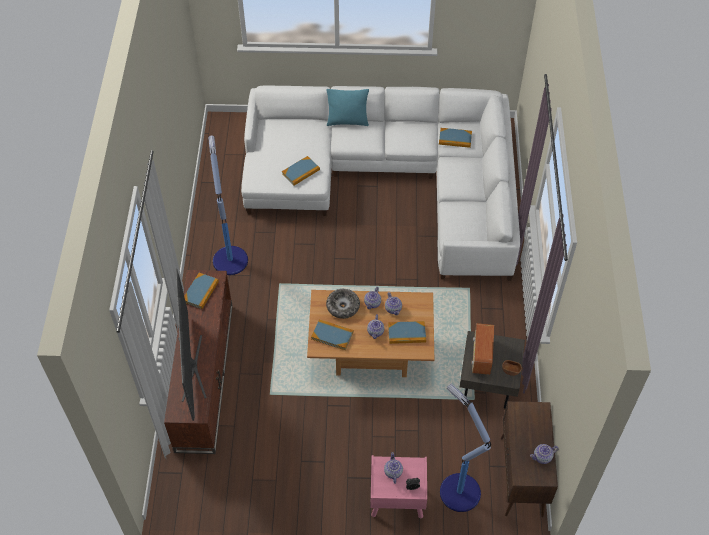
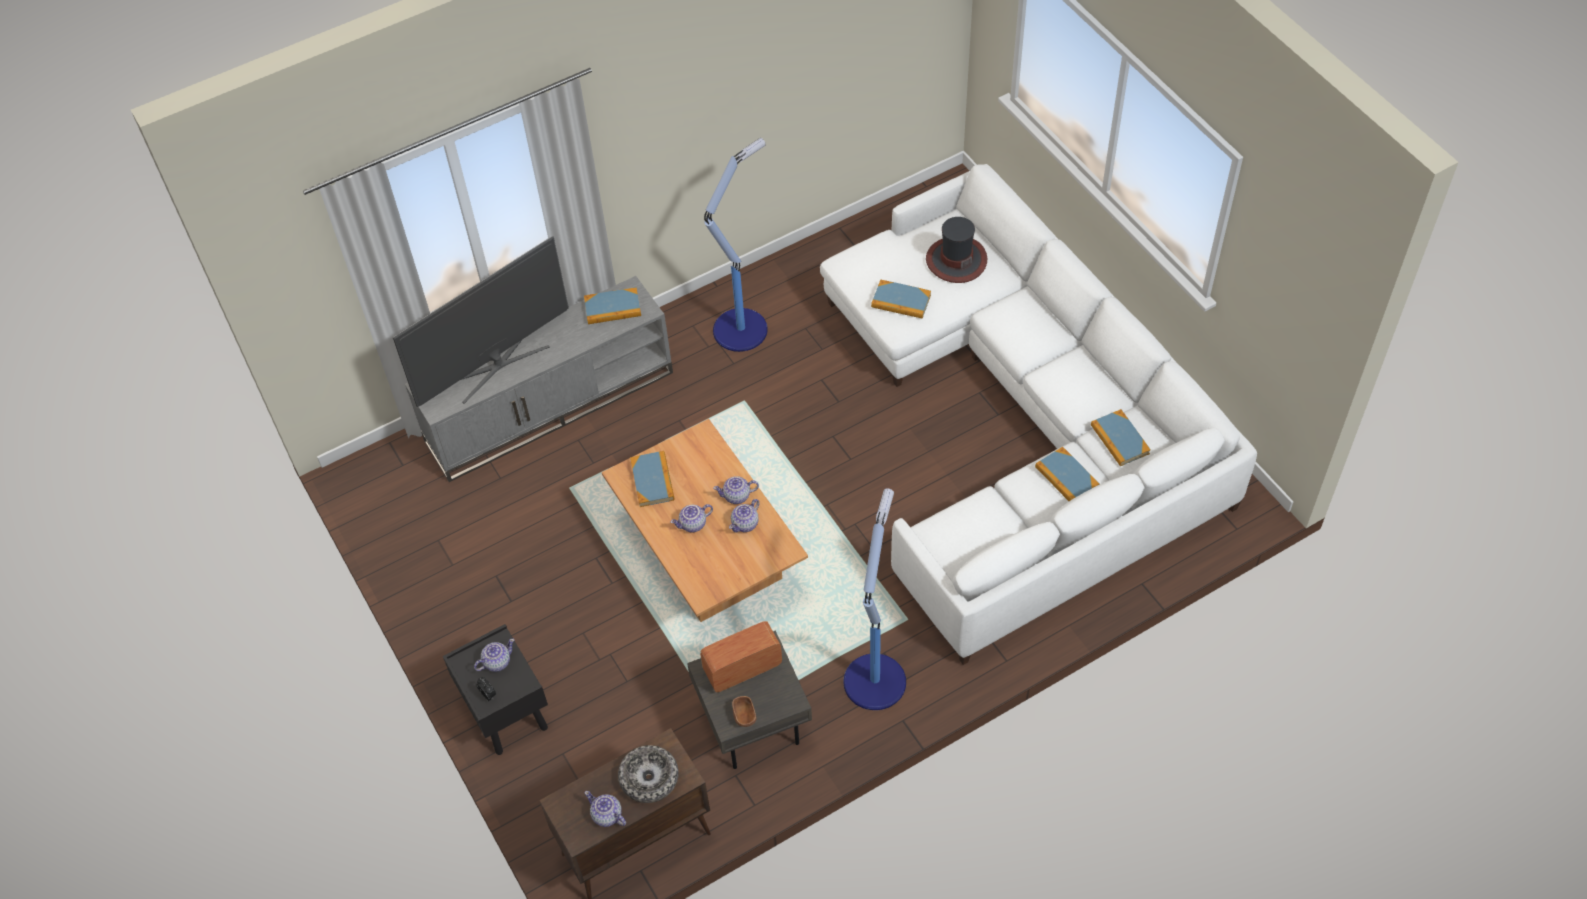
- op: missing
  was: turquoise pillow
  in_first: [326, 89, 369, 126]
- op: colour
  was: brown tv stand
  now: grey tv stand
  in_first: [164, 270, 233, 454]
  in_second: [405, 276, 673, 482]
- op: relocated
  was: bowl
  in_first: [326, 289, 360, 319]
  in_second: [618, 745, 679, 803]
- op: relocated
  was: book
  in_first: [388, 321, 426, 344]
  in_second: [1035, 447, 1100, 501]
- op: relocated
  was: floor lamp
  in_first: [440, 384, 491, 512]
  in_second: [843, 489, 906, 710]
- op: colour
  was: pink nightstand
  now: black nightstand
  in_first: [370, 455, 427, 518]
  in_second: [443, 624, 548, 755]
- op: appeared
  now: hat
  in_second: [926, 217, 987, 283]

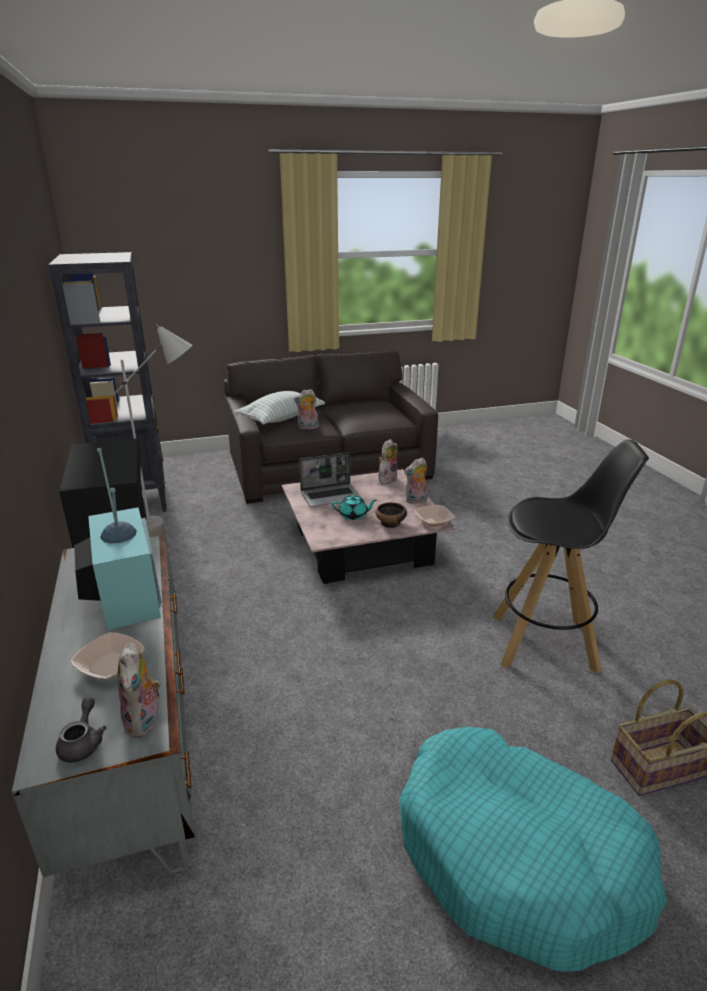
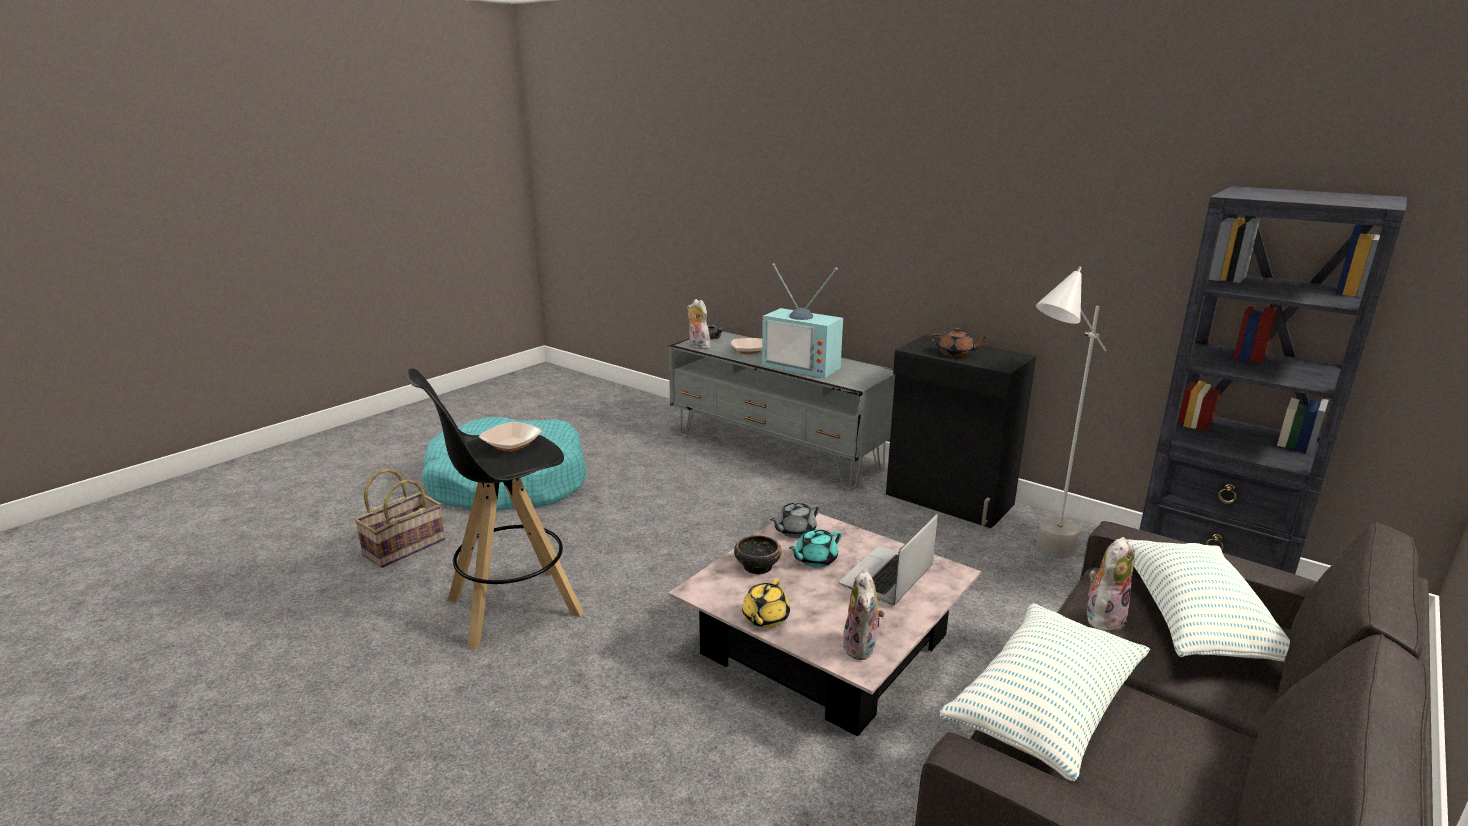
- op: exchanged
  was: plush toy
  now: yellow teapot
  in_first: [404, 458, 428, 504]
  in_second: [742, 579, 790, 628]
- op: relocated
  was: bowl
  in_first: [415, 505, 455, 526]
  in_second: [479, 422, 542, 452]
- op: appeared
  now: brown teapot
  in_second: [931, 328, 987, 357]
- op: appeared
  now: grey teapot
  in_second: [770, 503, 820, 538]
- op: appeared
  now: pillow
  in_second: [940, 603, 1150, 782]

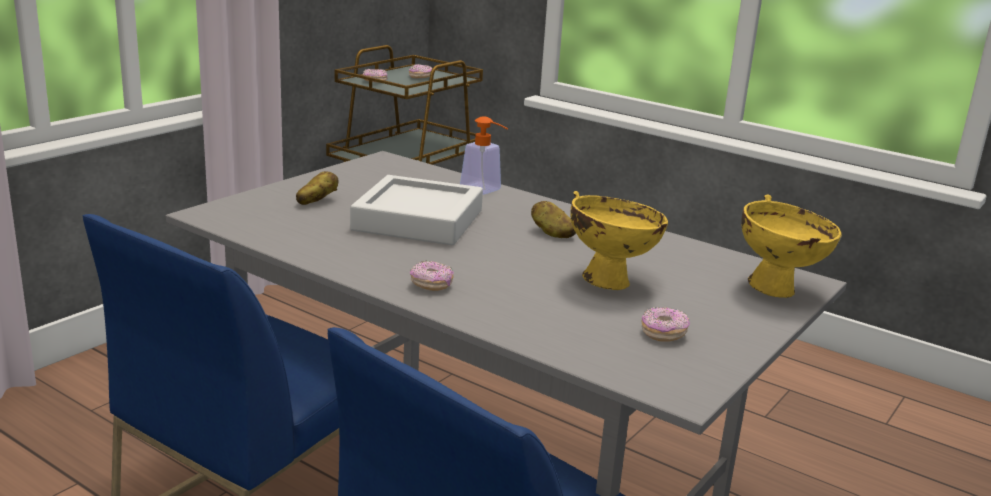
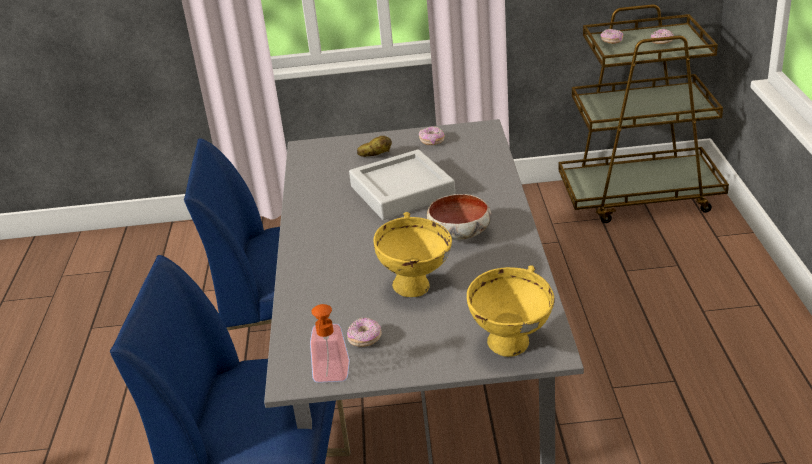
- op: relocated
  was: soap dispenser
  in_first: [460, 116, 508, 195]
  in_second: [310, 304, 350, 383]
- op: exchanged
  was: potato
  now: bowl
  in_first: [531, 201, 576, 238]
  in_second: [427, 194, 492, 240]
- op: relocated
  was: donut
  in_first: [410, 260, 454, 291]
  in_second: [419, 126, 445, 145]

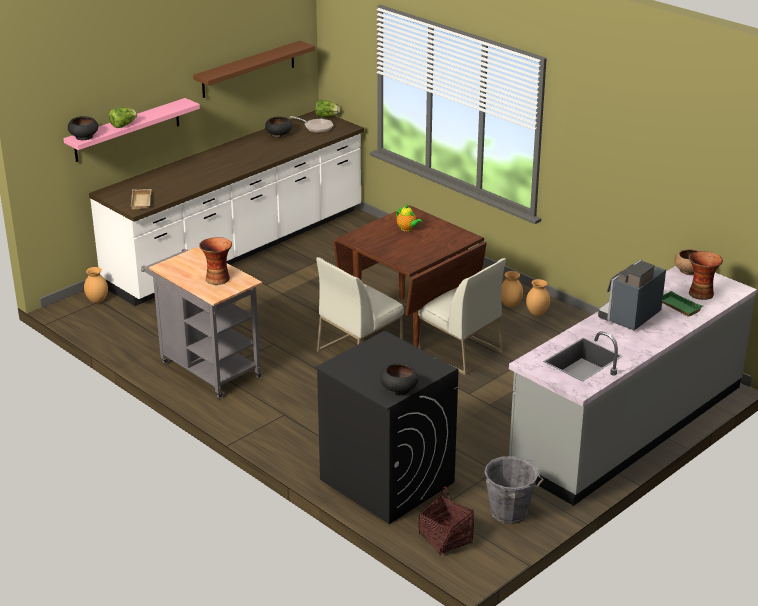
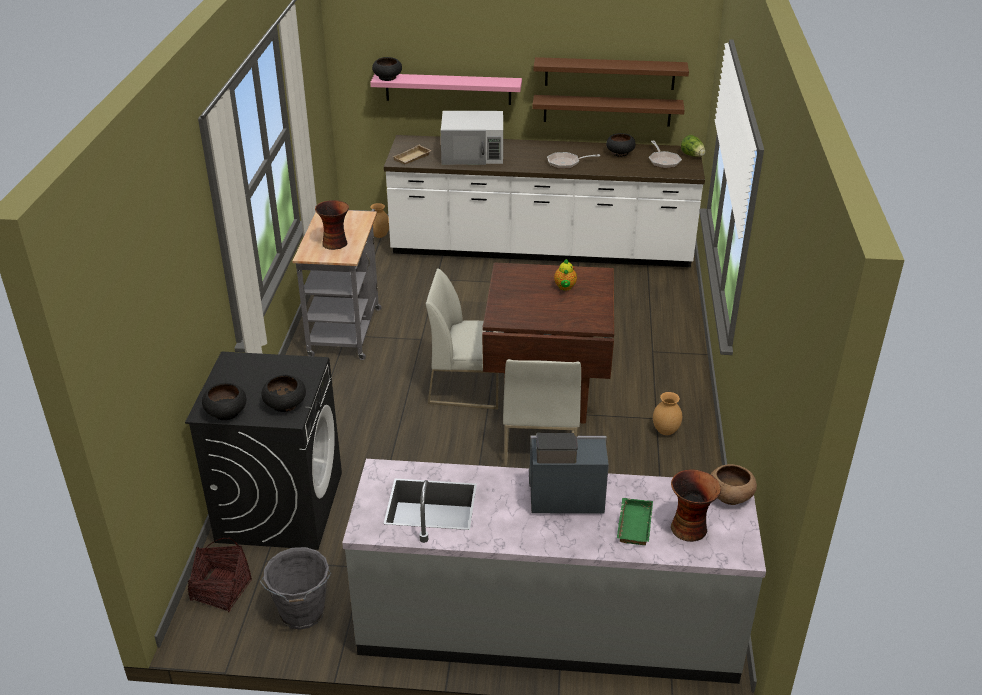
- op: missing
  was: lettuce
  in_first: [109, 108, 137, 128]
- op: missing
  was: brown vase
  in_first: [526, 279, 550, 316]
- op: appeared
  now: brown shelf
  in_second: [532, 95, 685, 127]
- op: appeared
  now: white microwave
  in_second: [441, 111, 503, 165]
- op: appeared
  now: frying pan
  in_second: [547, 152, 600, 169]
- op: appeared
  now: black bowl
  in_second: [261, 375, 306, 412]

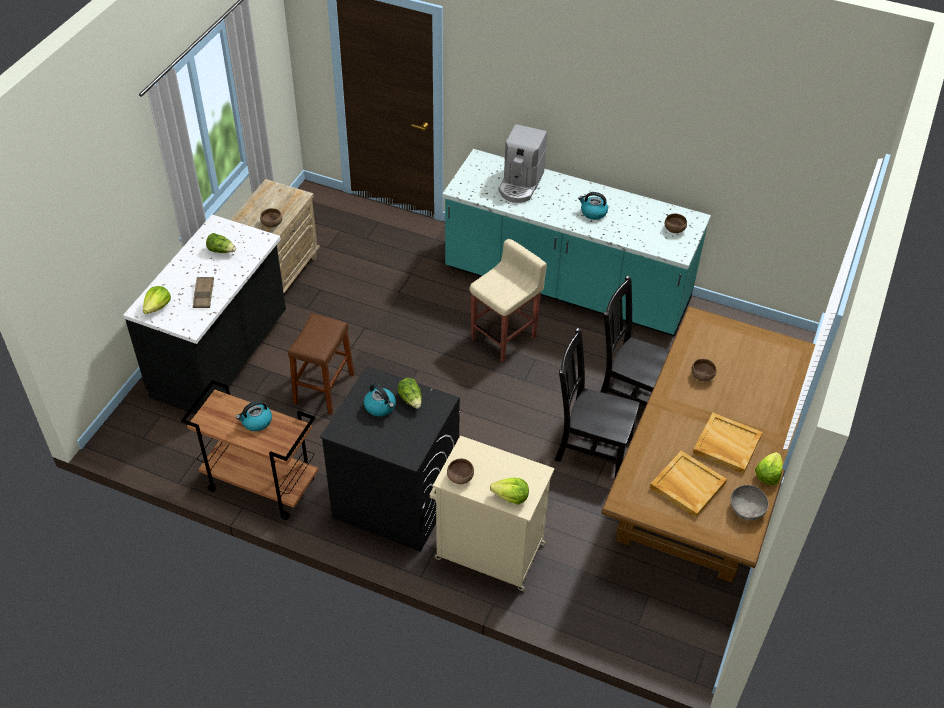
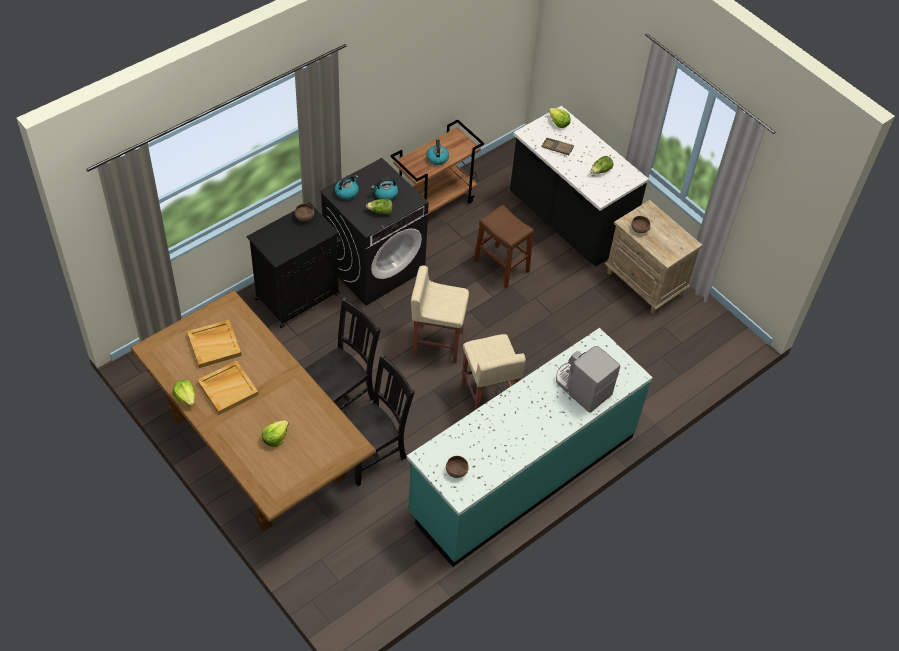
- op: relocated
  was: kettle
  in_first: [578, 192, 608, 220]
  in_second: [335, 175, 359, 200]
- op: missing
  was: brown bowl
  in_first: [691, 359, 716, 381]
- op: colour
  was: beige cabinet
  now: black cabinet
  in_first: [430, 435, 555, 591]
  in_second: [247, 202, 341, 328]
- op: relocated
  was: lettuce
  in_first: [490, 478, 529, 505]
  in_second: [261, 420, 289, 447]
- op: missing
  was: grey bowl
  in_first: [731, 485, 769, 521]
- op: appeared
  now: beige stool
  in_second: [411, 266, 469, 363]

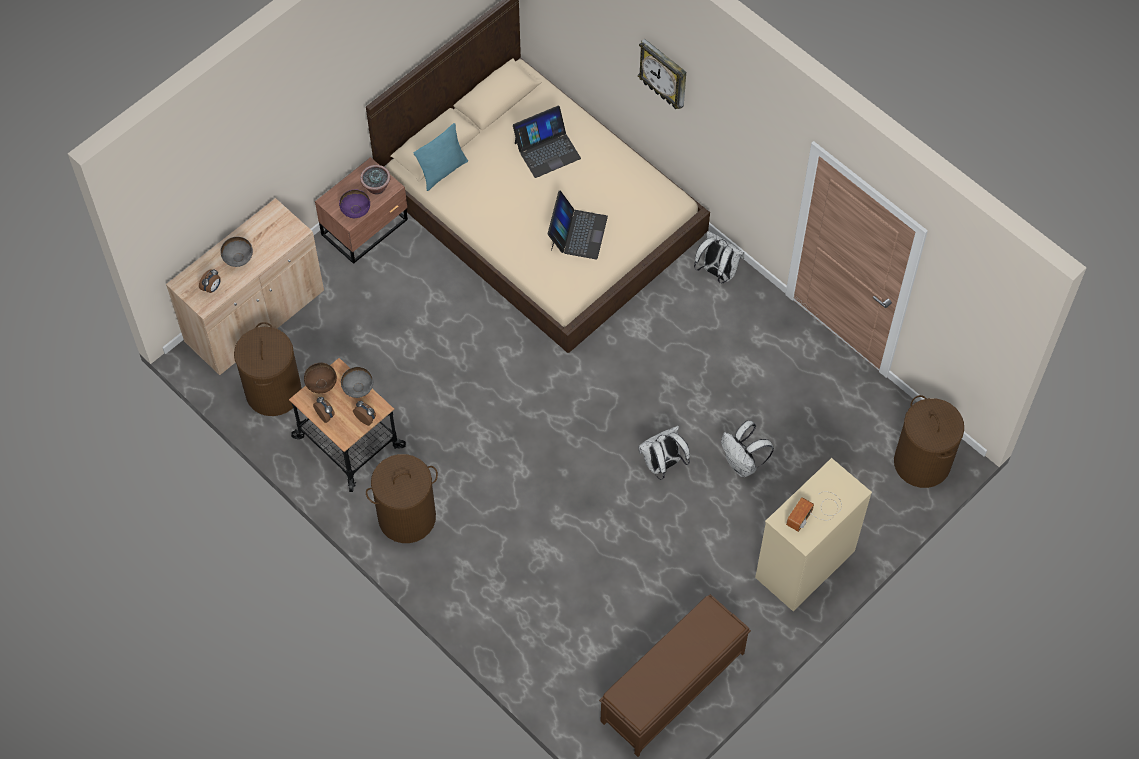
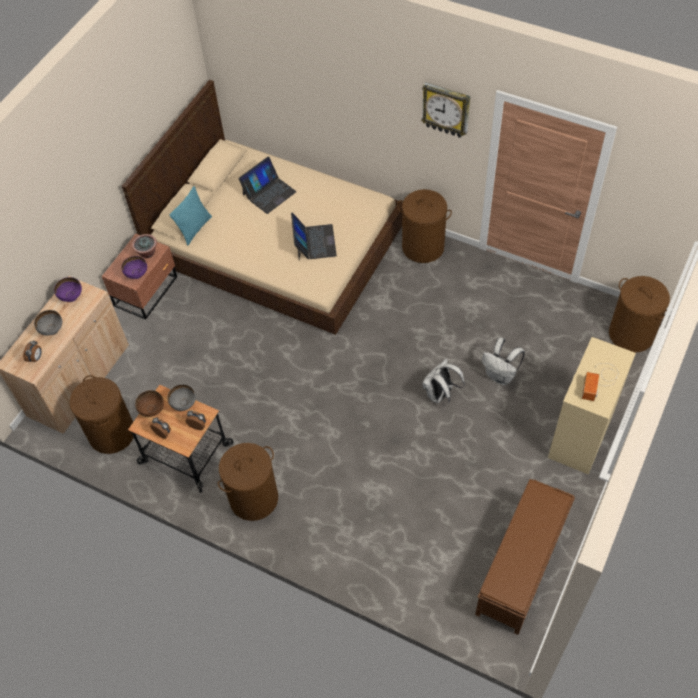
- op: relocated
  was: wall clock
  in_first: [638, 39, 686, 109]
  in_second: [421, 82, 470, 138]
- op: exchanged
  was: white backpack
  now: brown laundry basket
  in_first: [694, 231, 744, 284]
  in_second: [397, 189, 452, 263]
- op: appeared
  now: purple bowl
  in_second: [54, 277, 82, 302]

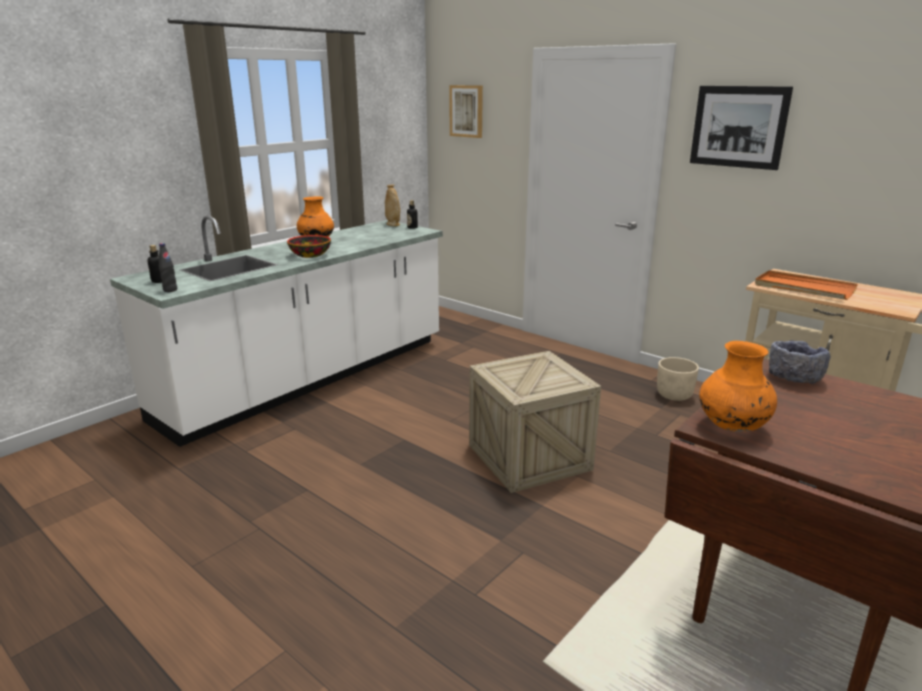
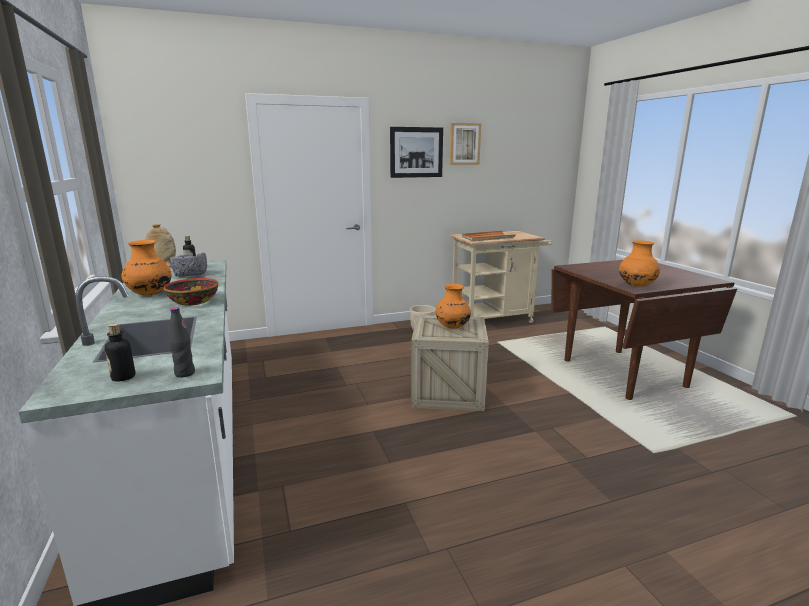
- op: relocated
  was: picture
  in_first: [449, 85, 483, 138]
  in_second: [449, 123, 481, 165]
- op: relocated
  was: grey bowl
  in_first: [769, 341, 830, 384]
  in_second: [170, 252, 207, 277]
- op: appeared
  now: orange vase
  in_second: [435, 283, 471, 329]

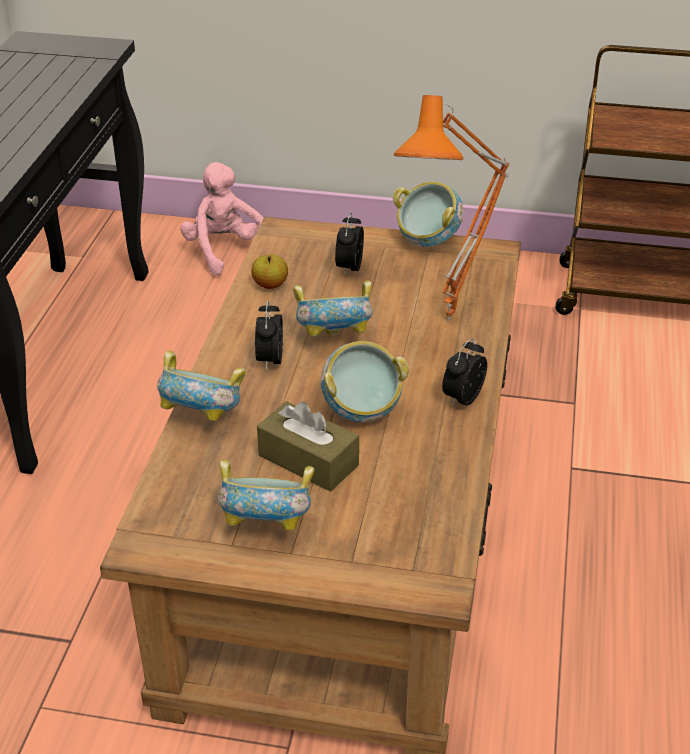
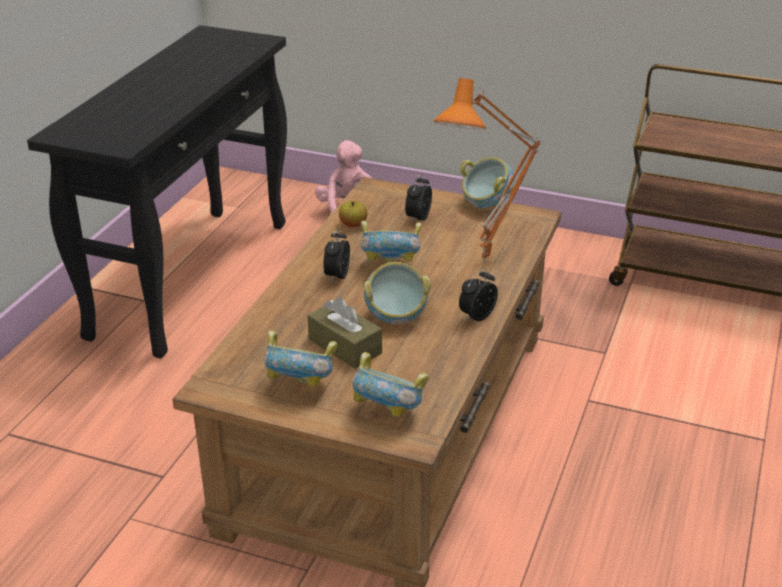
- op: relocated
  was: bowl
  in_first: [157, 351, 245, 421]
  in_second: [352, 352, 429, 417]

